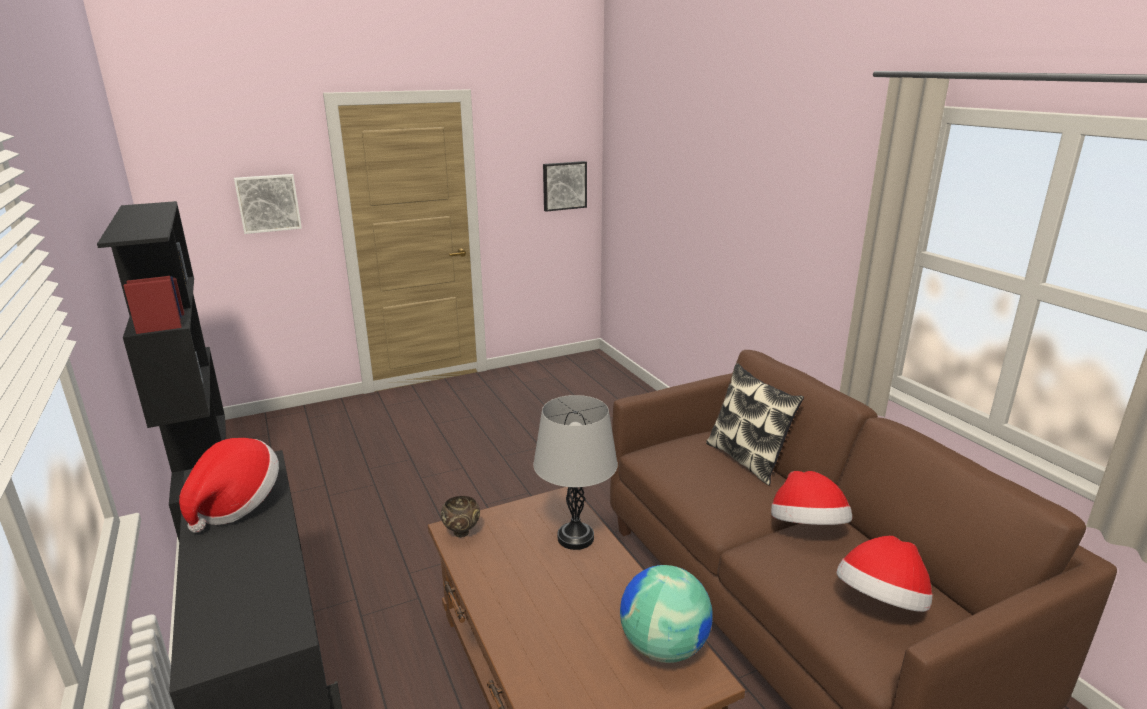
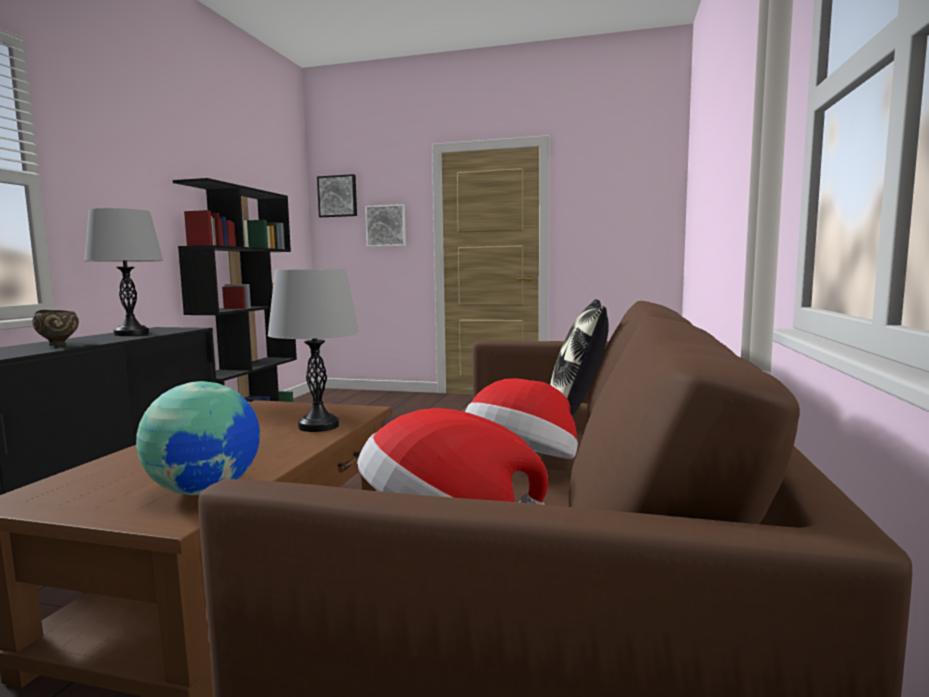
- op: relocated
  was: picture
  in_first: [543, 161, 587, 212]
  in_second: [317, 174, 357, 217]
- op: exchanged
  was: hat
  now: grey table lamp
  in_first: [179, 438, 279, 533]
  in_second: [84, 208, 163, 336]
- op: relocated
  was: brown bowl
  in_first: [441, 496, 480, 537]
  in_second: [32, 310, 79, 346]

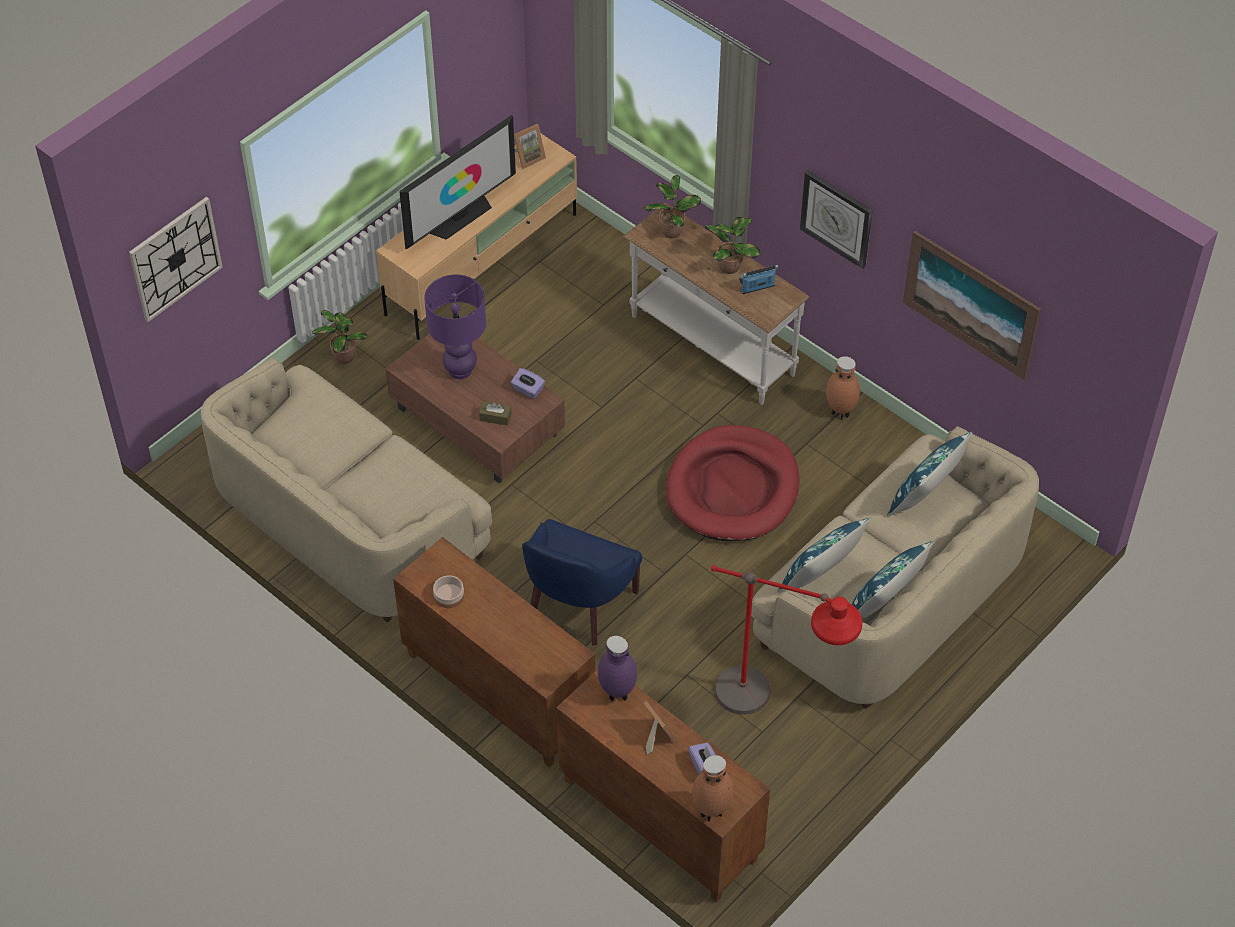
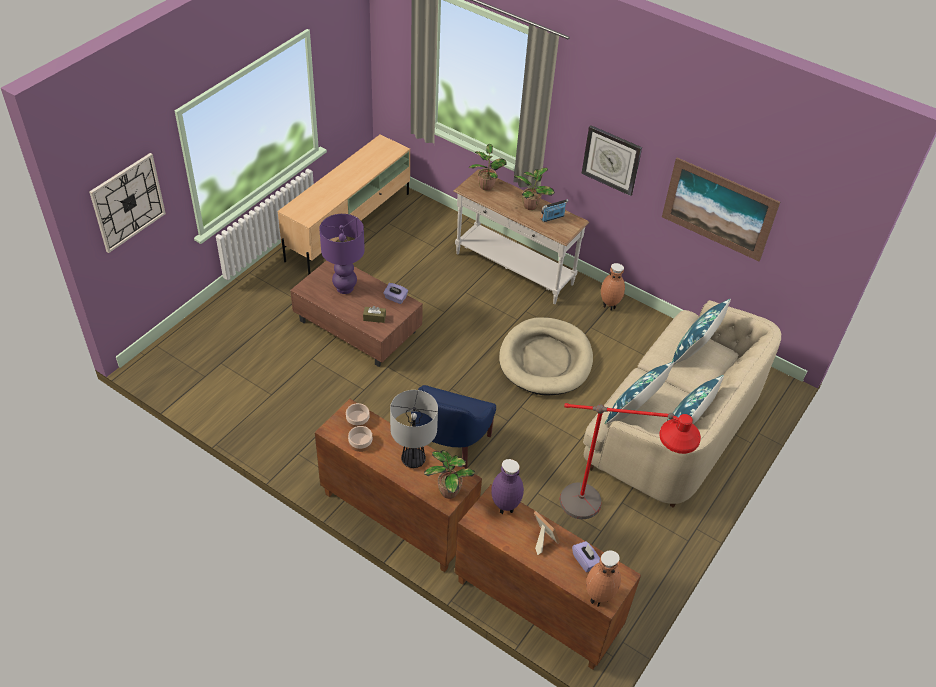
- op: missing
  was: television
  in_first: [399, 115, 516, 250]
- op: missing
  was: picture frame
  in_first: [514, 124, 546, 169]
- op: relocated
  was: potted plant
  in_first: [312, 310, 368, 364]
  in_second: [424, 450, 475, 499]
- op: missing
  was: beige sofa
  in_first: [201, 357, 492, 623]
- op: colour
  was: red dog bed
  now: beige dog bed
  in_first: [666, 425, 799, 541]
  in_second: [499, 317, 593, 396]
- op: appeared
  now: table lamp
  in_second: [390, 390, 438, 468]
- op: appeared
  now: bowl
  in_second: [346, 403, 370, 428]

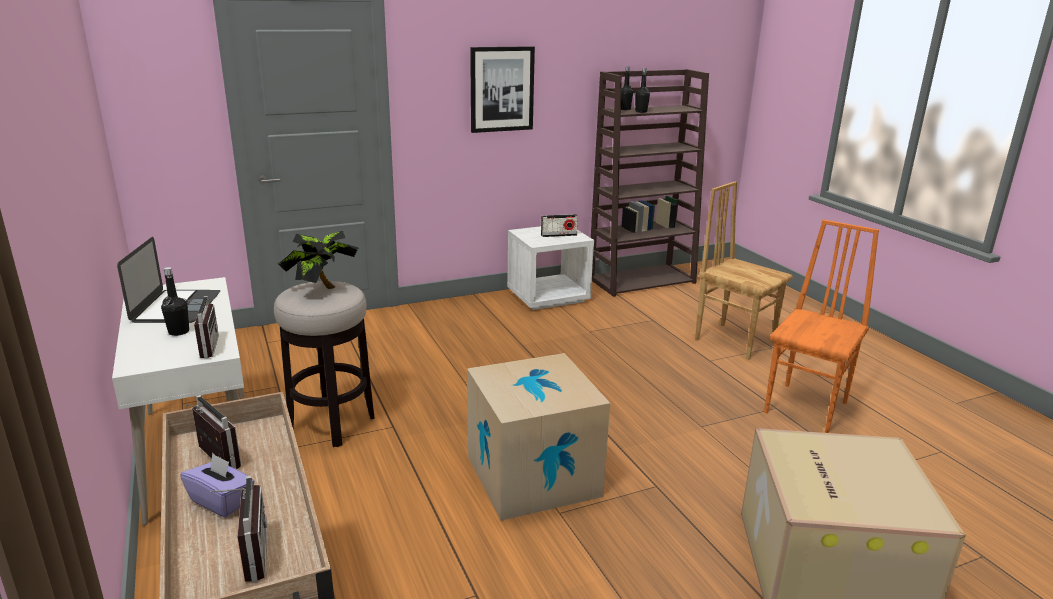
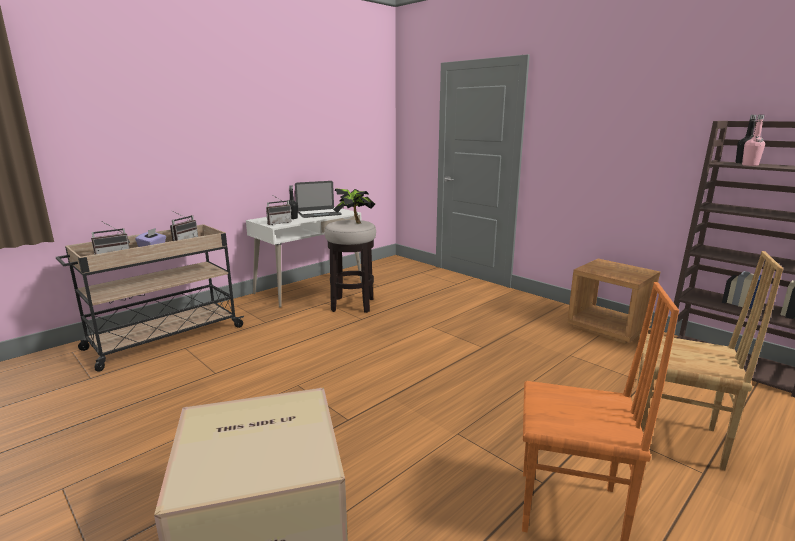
- op: missing
  was: picture
  in_first: [470, 46, 535, 133]
- op: colour
  was: black bottle
  now: pink bottle
  in_first: [635, 68, 650, 113]
  in_second: [742, 115, 765, 166]
- op: spun
  was: brown chair
  in_first: [695, 181, 793, 360]
  in_second: [637, 251, 783, 470]
  clockwise: 90
- op: missing
  was: radio
  in_first: [541, 214, 578, 237]
- op: colour
  was: white nightstand
  now: brown nightstand
  in_first: [507, 226, 594, 310]
  in_second: [567, 259, 660, 344]
- op: missing
  was: cardboard box
  in_first: [467, 353, 610, 521]

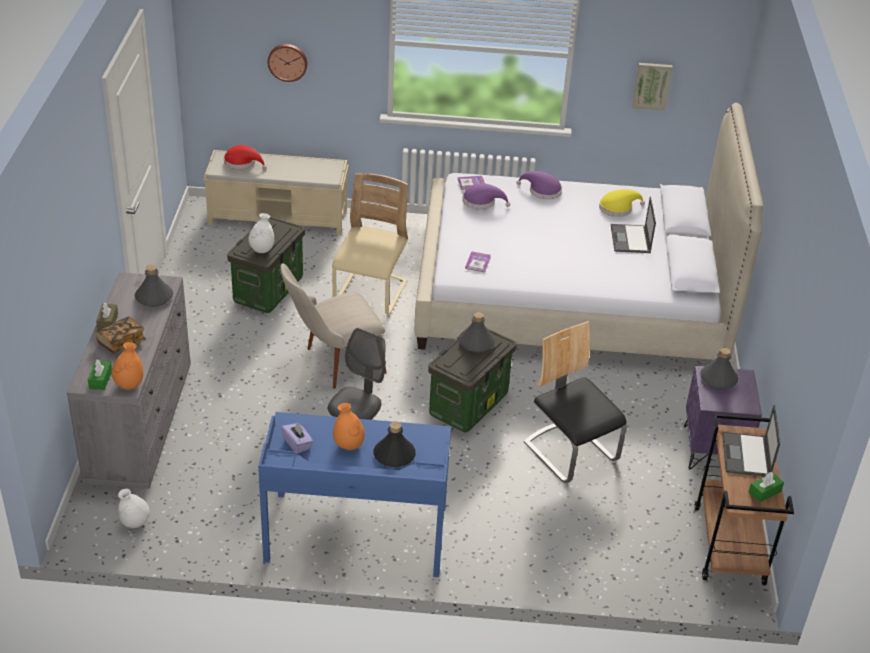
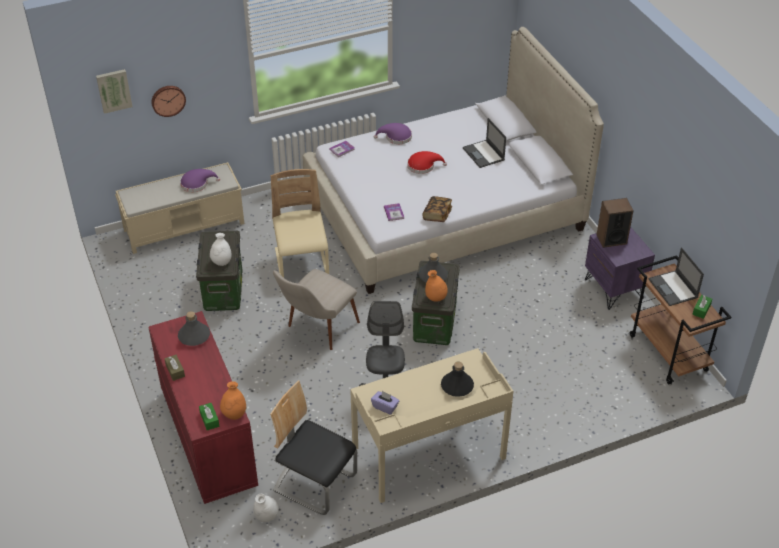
- op: relocated
  was: picture
  in_first: [632, 63, 673, 111]
  in_second: [96, 69, 133, 114]
- op: relocated
  was: red hat
  in_first: [224, 145, 267, 170]
  in_second: [407, 151, 447, 174]
- op: relocated
  was: purple hat
  in_first: [462, 183, 510, 209]
  in_second: [180, 169, 220, 192]
- op: missing
  was: yellow hat
  in_first: [599, 189, 645, 217]
- op: colour
  was: grey dresser
  now: red dresser
  in_first: [67, 272, 191, 489]
  in_second: [148, 311, 258, 504]
- op: relocated
  was: book
  in_first: [95, 317, 146, 354]
  in_second: [423, 196, 452, 222]
- op: relocated
  was: chair
  in_first: [524, 321, 627, 483]
  in_second: [270, 380, 357, 515]
- op: exchanged
  was: grey bottle
  now: speaker
  in_first: [700, 348, 738, 389]
  in_second: [597, 198, 634, 248]
- op: relocated
  was: orange vase
  in_first: [333, 403, 365, 450]
  in_second: [425, 270, 448, 302]
- op: colour
  was: blue desk
  now: beige desk
  in_first: [258, 412, 451, 577]
  in_second: [350, 348, 513, 503]

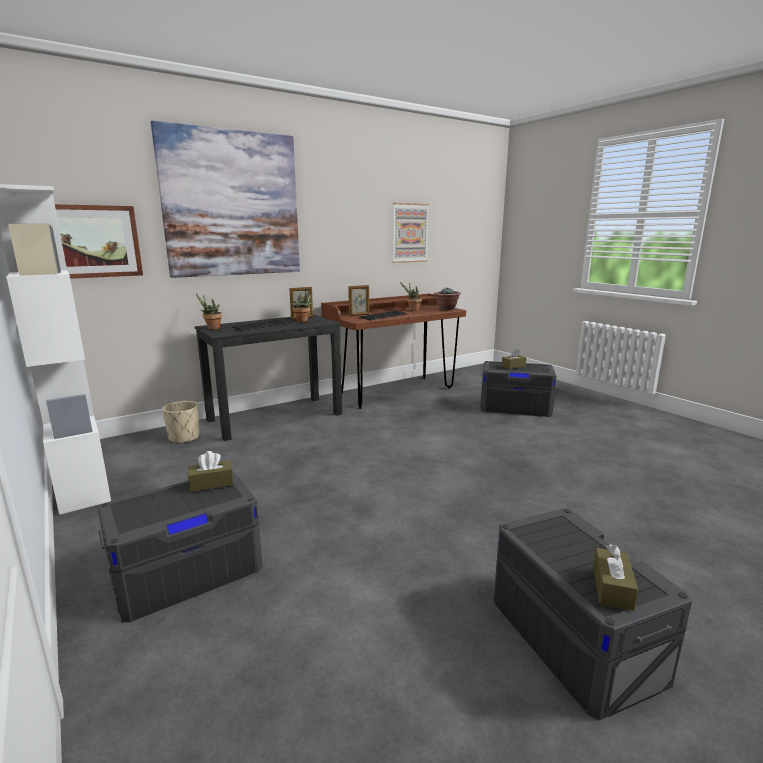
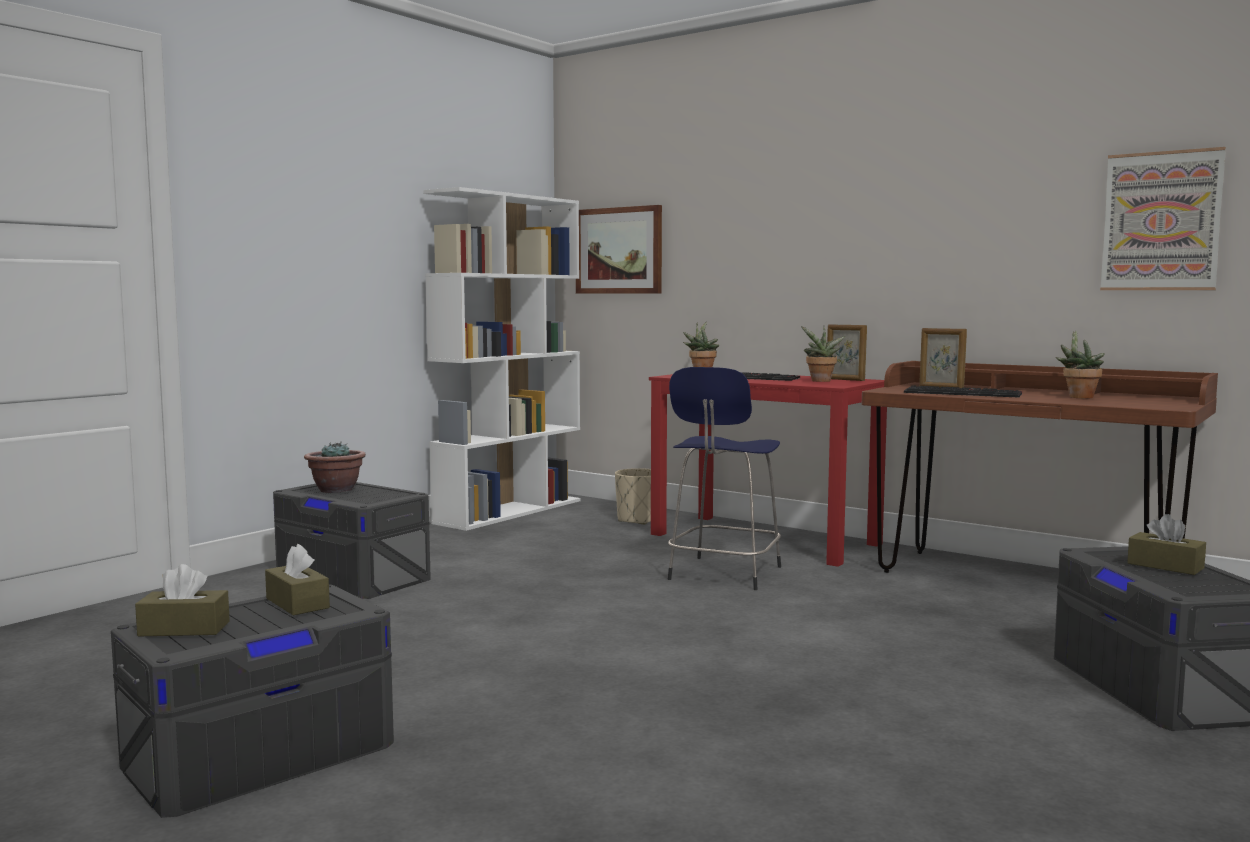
- op: missing
  was: picture
  in_first: [151, 121, 300, 278]
- op: relocated
  was: potted plant
  in_first: [434, 288, 461, 310]
  in_second: [304, 441, 366, 493]
- op: colour
  was: black desk
  now: red desk
  in_first: [194, 315, 342, 441]
  in_second: [649, 374, 887, 567]
- op: relocated
  was: brown tissue box
  in_first: [188, 451, 233, 492]
  in_second: [265, 544, 330, 616]
- op: appeared
  now: blue stool
  in_second: [668, 367, 781, 590]

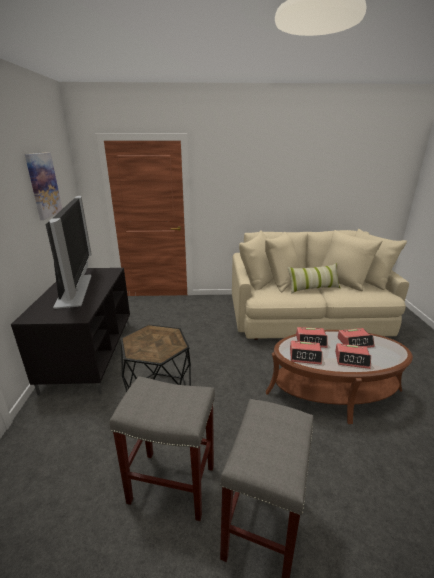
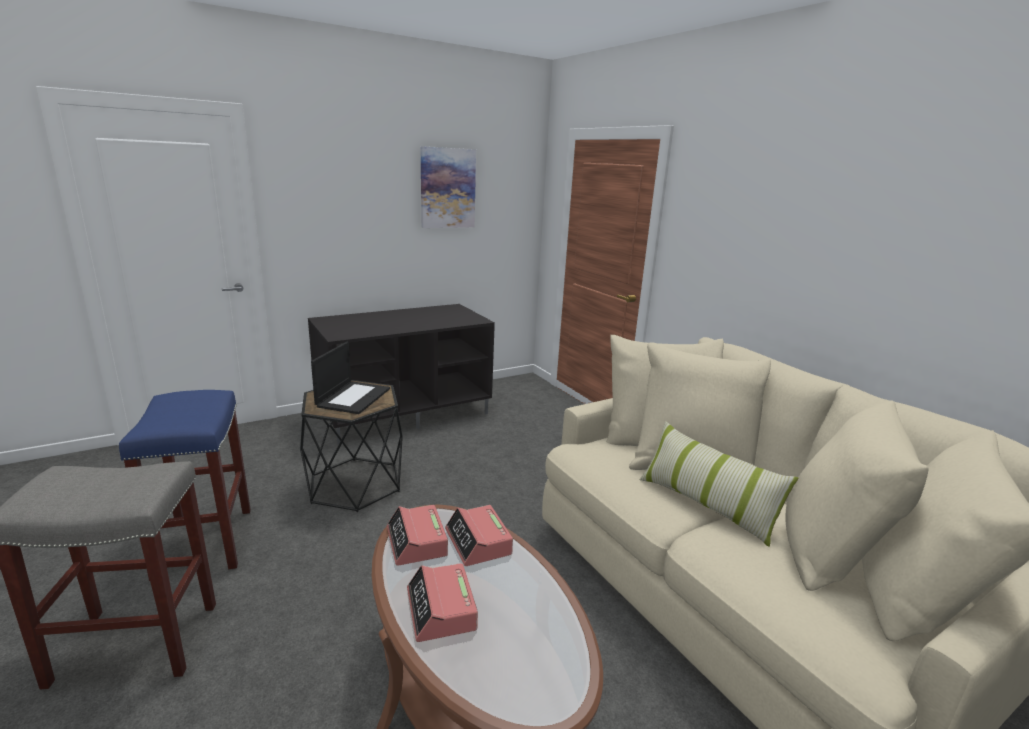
- op: missing
  was: television
  in_first: [46, 196, 91, 309]
- op: missing
  was: alarm clock
  in_first: [337, 328, 375, 348]
- op: colour
  was: grey stool
  now: blue stool
  in_first: [110, 376, 215, 521]
  in_second: [119, 390, 251, 581]
- op: appeared
  now: laptop
  in_second: [311, 342, 390, 414]

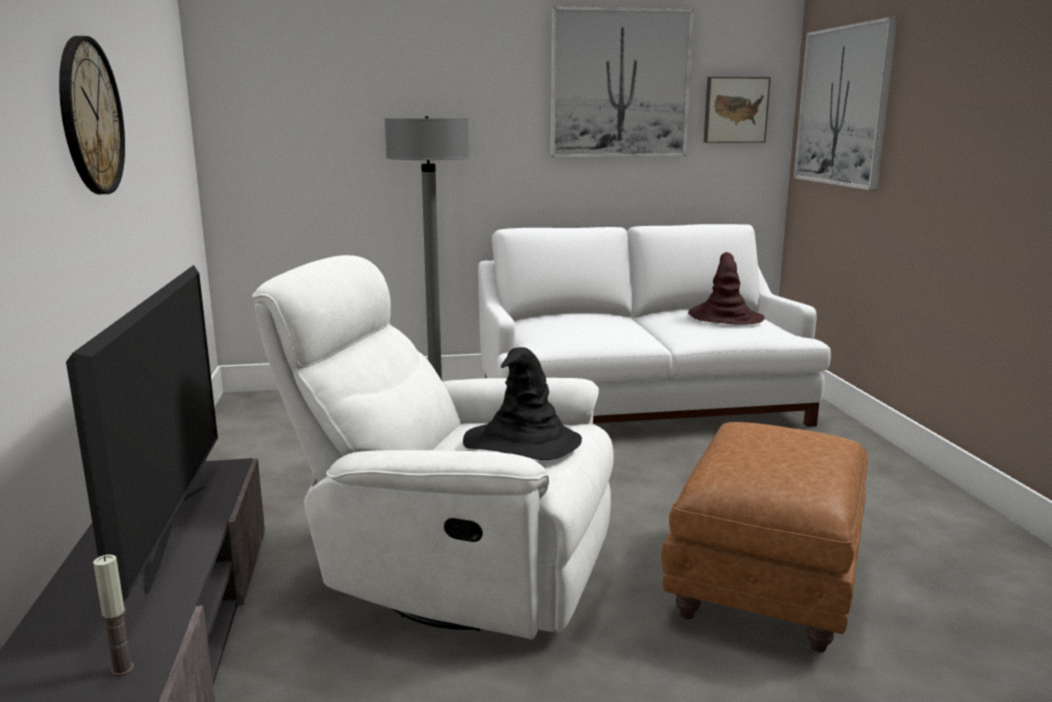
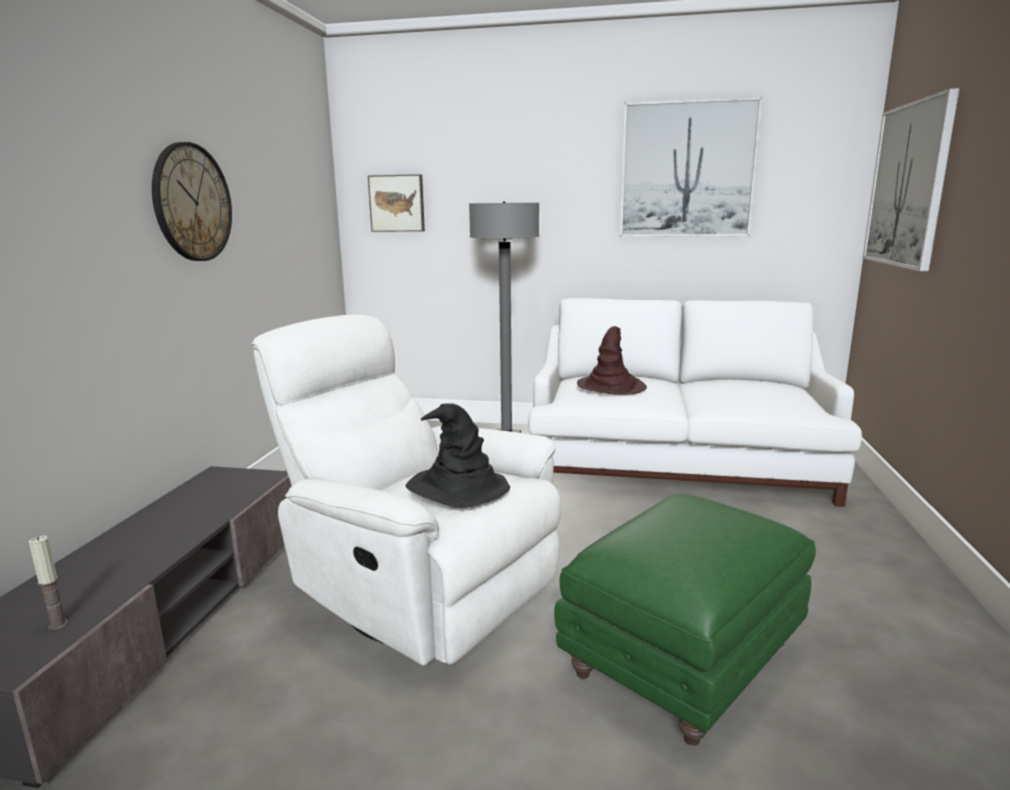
- op: relocated
  was: picture
  in_first: [704, 77, 771, 143]
  in_second: [368, 174, 425, 232]
- op: relocated
  was: brown hat
  in_first: [688, 252, 765, 325]
  in_second: [577, 326, 647, 395]
- op: missing
  was: television
  in_first: [66, 265, 218, 602]
- op: colour
  was: brown ottoman
  now: green ottoman
  in_first: [661, 422, 868, 652]
  in_second: [554, 494, 816, 746]

